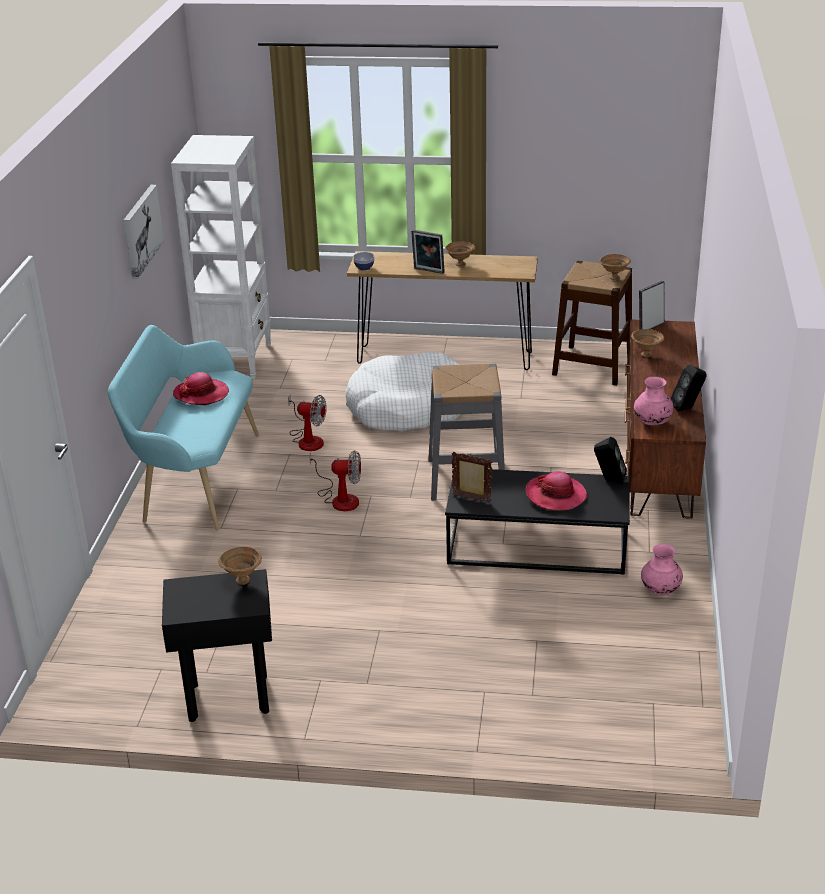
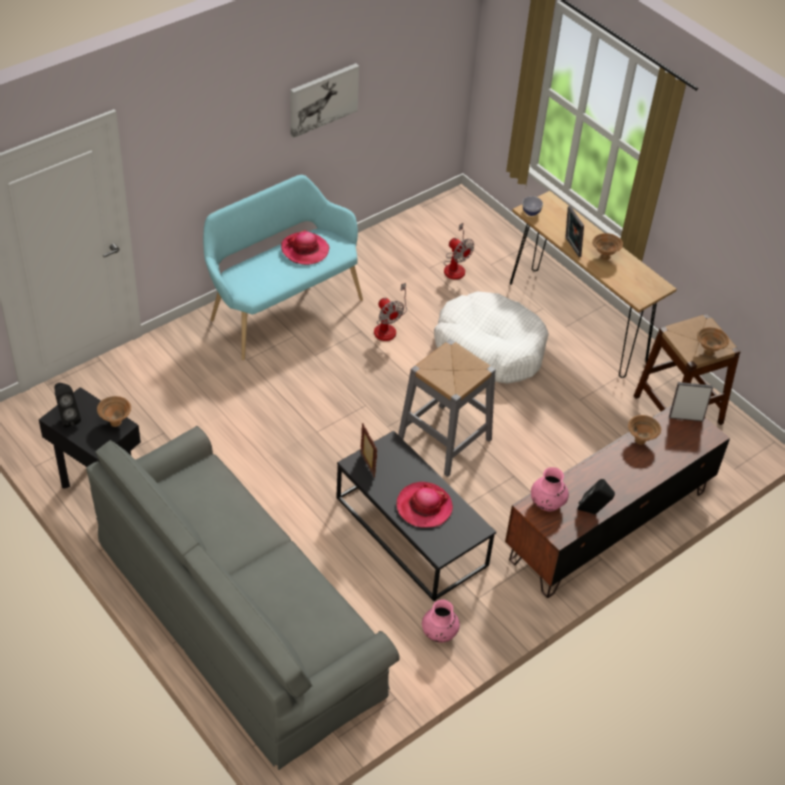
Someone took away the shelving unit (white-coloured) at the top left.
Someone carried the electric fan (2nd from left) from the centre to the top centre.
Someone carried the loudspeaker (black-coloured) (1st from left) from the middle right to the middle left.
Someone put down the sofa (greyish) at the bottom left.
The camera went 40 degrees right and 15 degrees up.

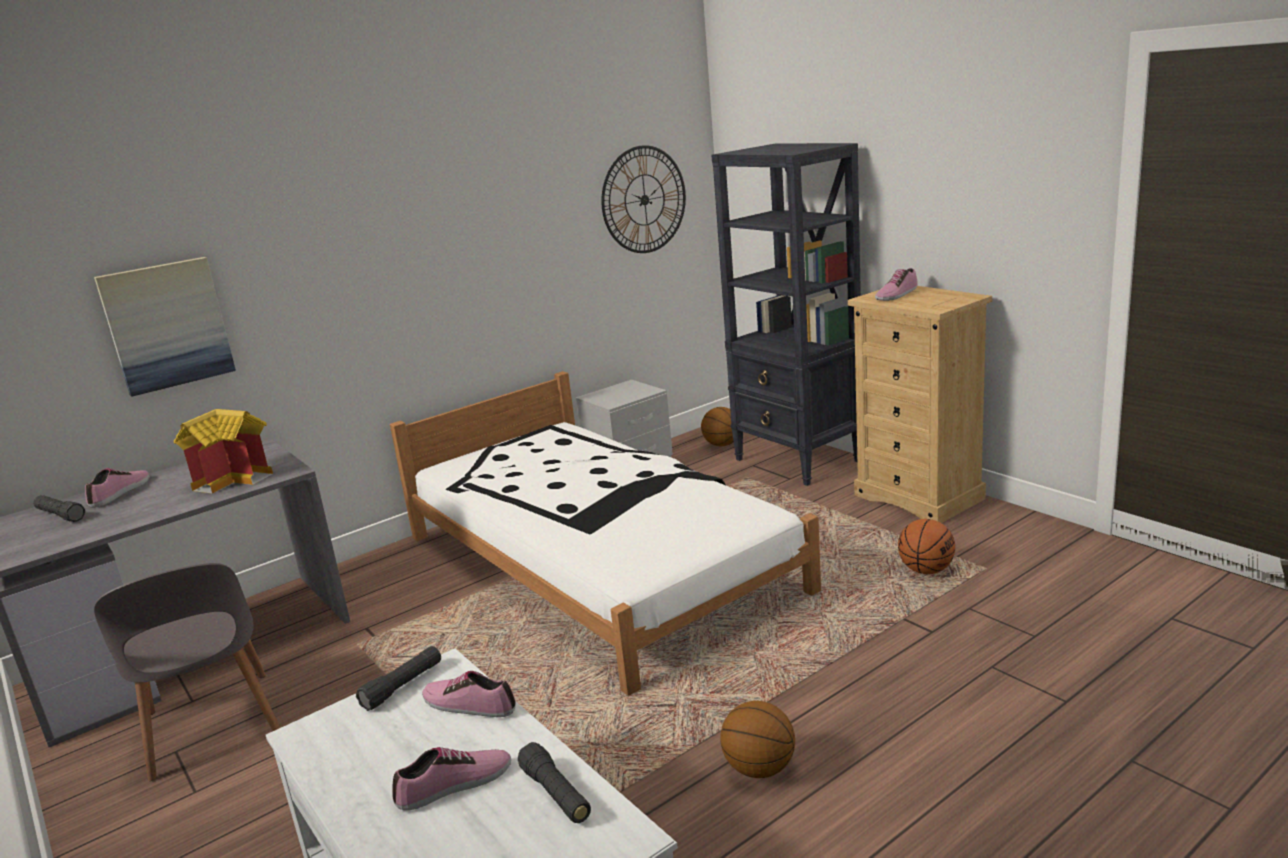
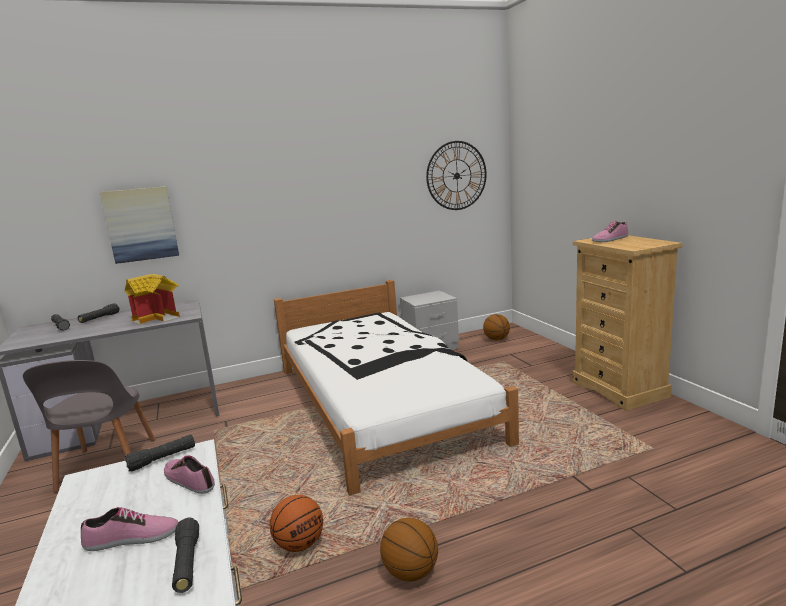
Someone swapped the item of footwear (1st from left) at the middle left for the flashlight (black-coloured) (2nd from left) at the middle left.
Someone took away the shelving unit (black-coloured) at the centre.
Someone carried the basketball ball (3rd from left in the first image) from the middle right to the bottom centre.
The camera went 15 degrees right and 5 degrees down.

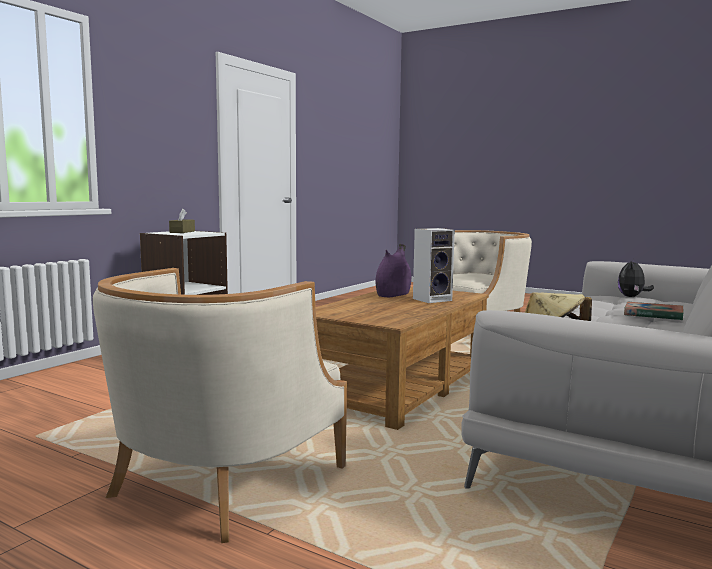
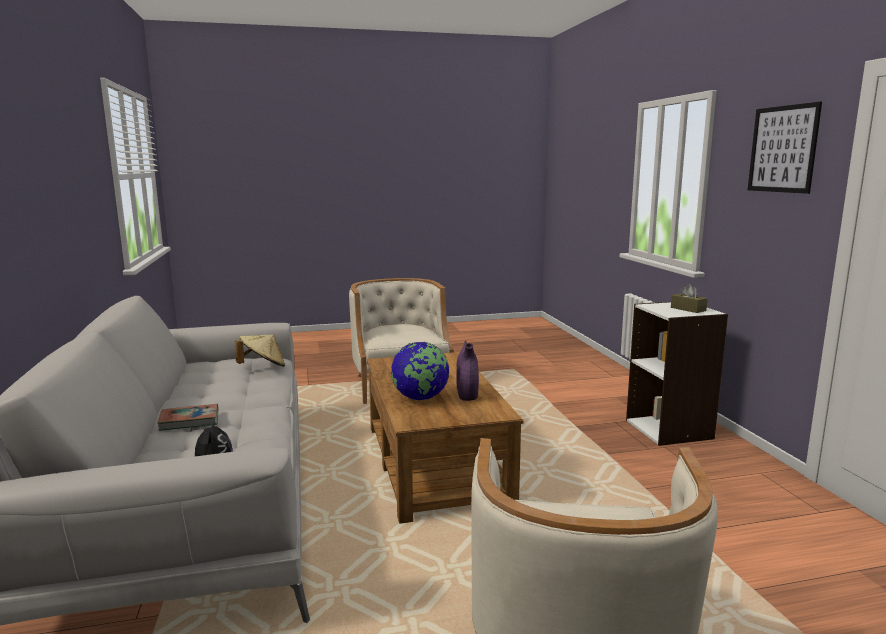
Someone swapped the loudspeaker at the centre for the world globe at the centre.
Someone put up the picture at the top right.
The camera went 135 degrees right and 5 degrees up.

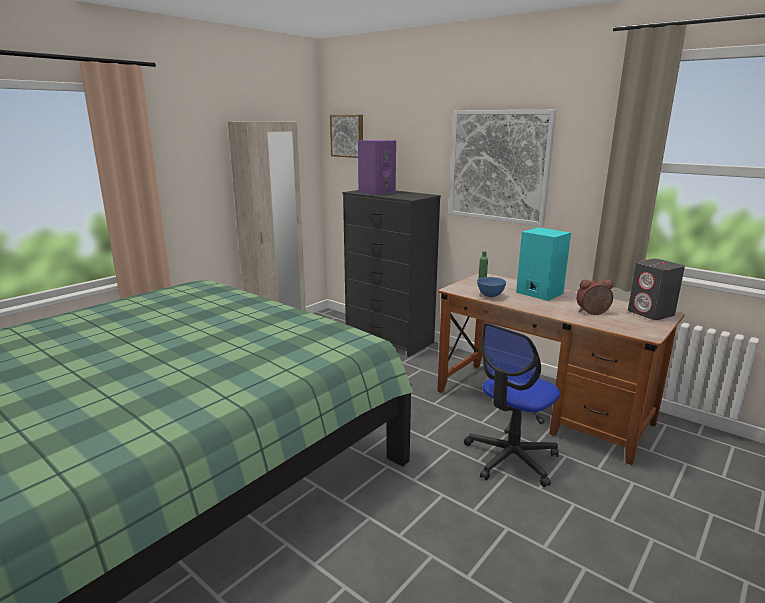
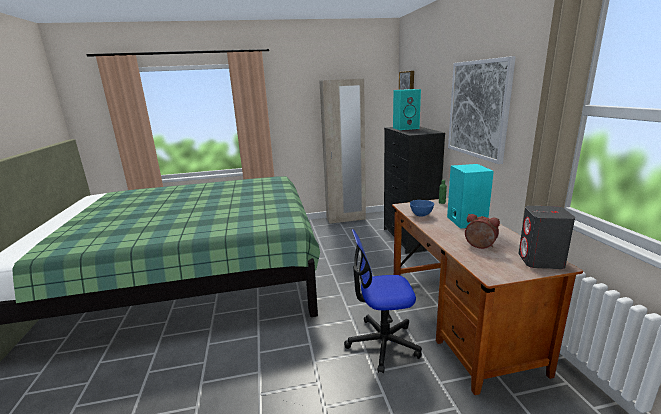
Someone repainted the loudspeaker (purple-coloured) at the top centre, which became the loudspeaker (turquoise-coloured) (1st from left) at the top centre.
The camera went 40 degrees right and 0 degrees up.

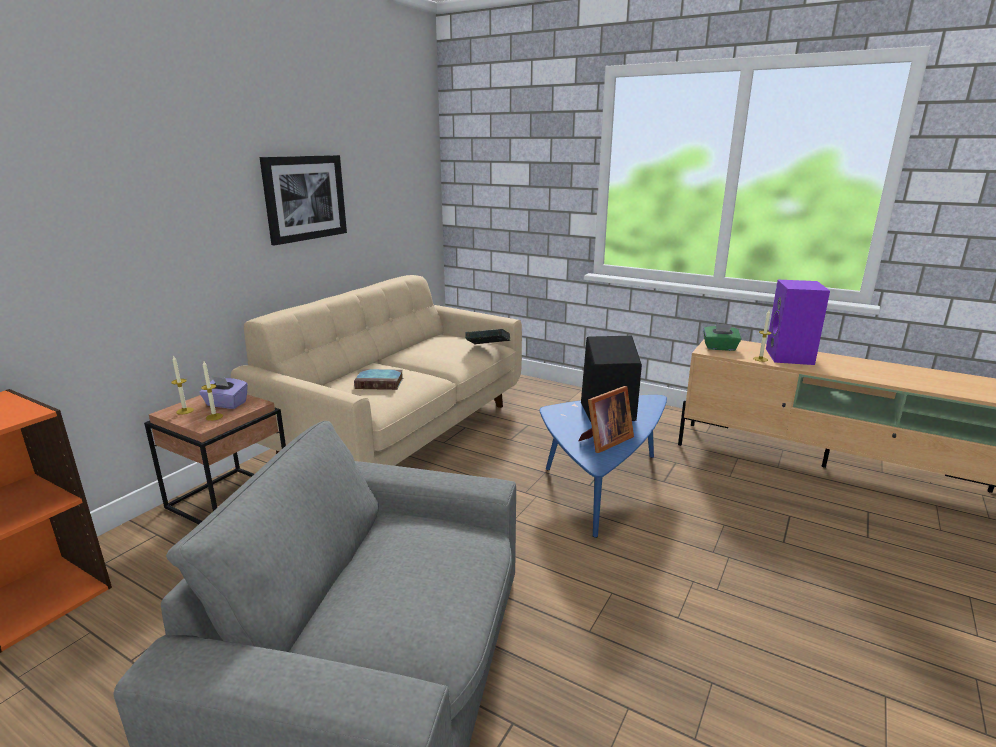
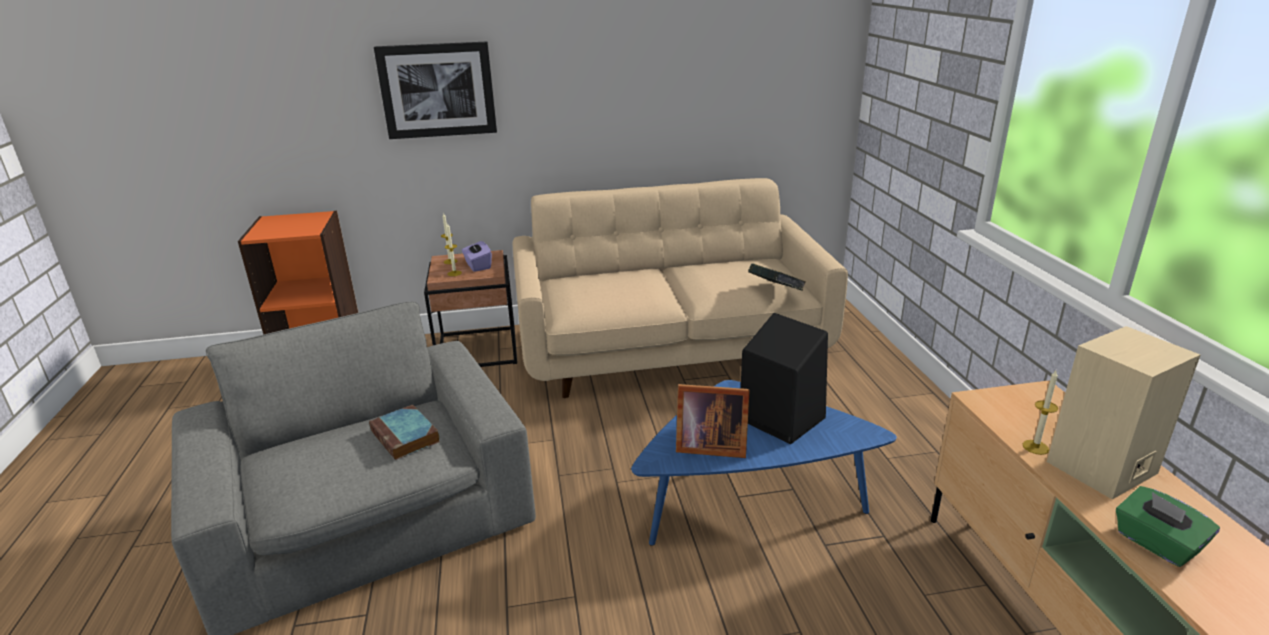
Someone carried the picture from the top left to the top centre.
Someone carried the volume (1st from left) from the centre to the bottom left.
Someone carried the box of tissues (greenish) from the middle right to the bottom right.
Someone repainted the loudspeaker (purple-coloured) at the middle right, which became the loudspeaker (beige) at the middle right.
The camera went 50 degrees right and 5 degrees up.

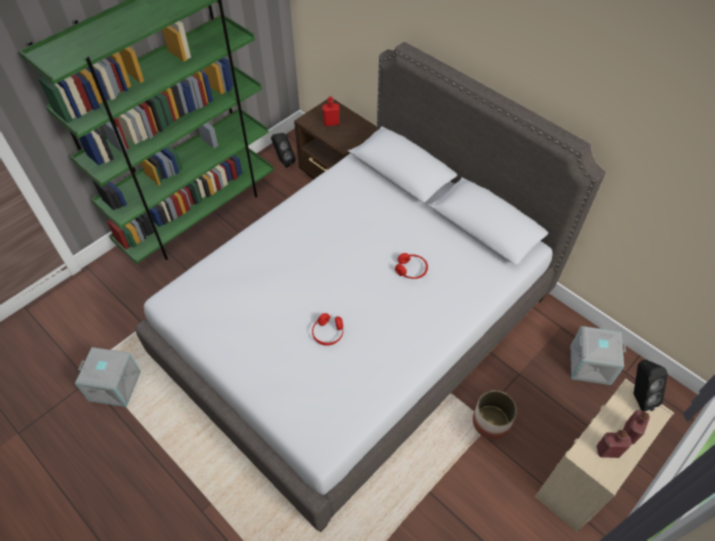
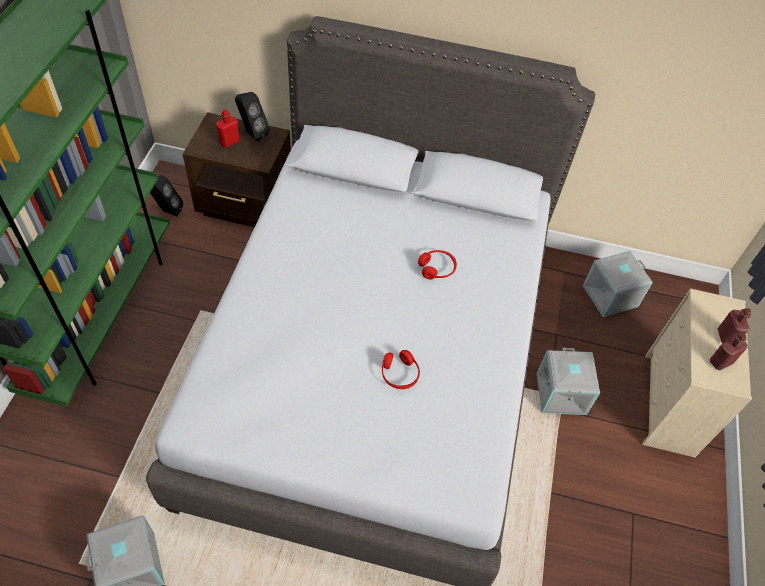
Someone swapped the plant pot at the bottom right for the storage bin (greyish) (2nd from left) at the middle right.
Someone carried the loudspeaker (black-coloured) (2nd from left) from the bottom right to the top left.
The camera went 35 degrees left and 0 degrees up.

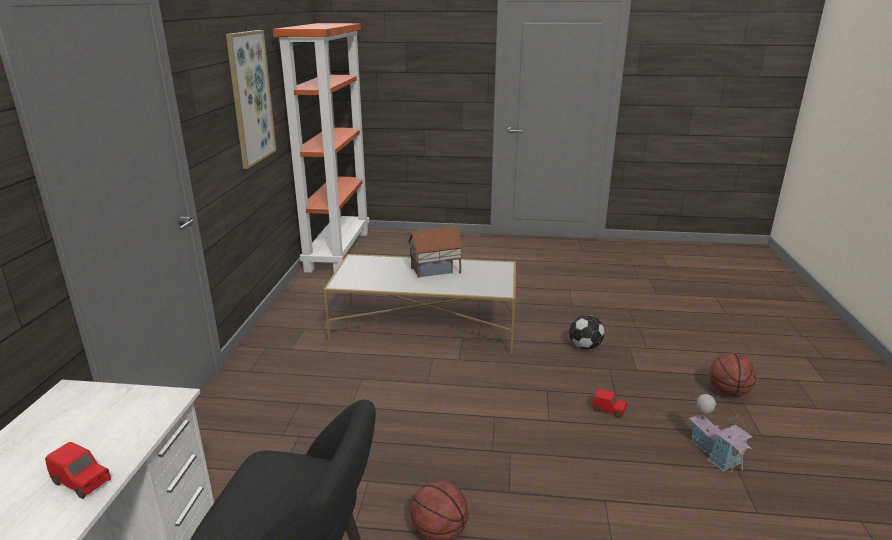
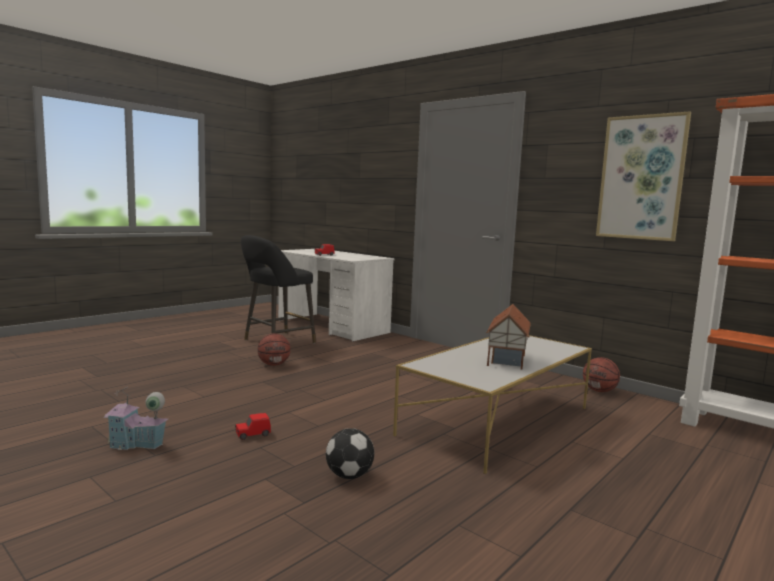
Someone carried the basketball ball (2nd from left) from the bottom right to the middle right.
The camera went 125 degrees right and 15 degrees down.

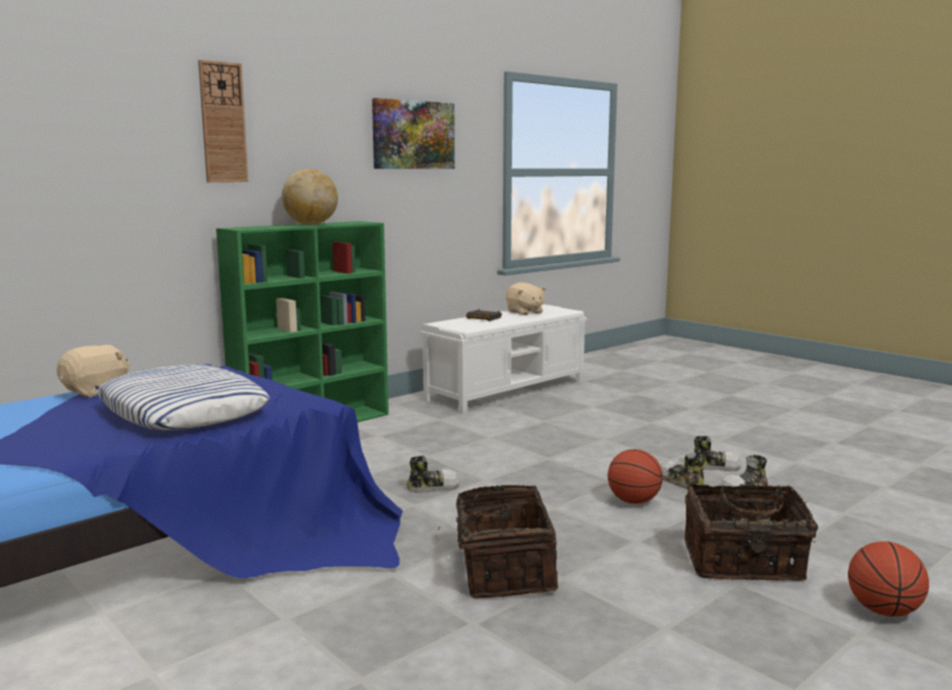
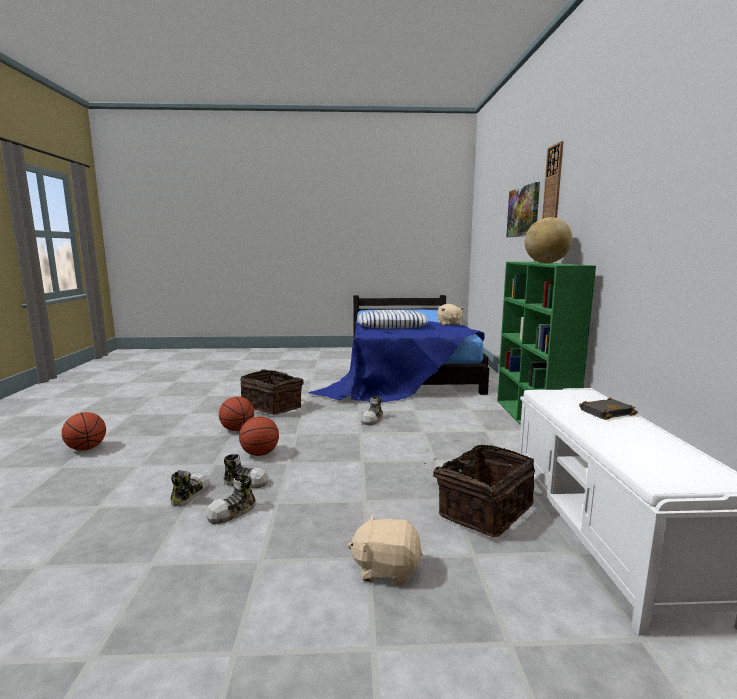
Someone carried the picture from the top centre to the top right.
Someone carried the cuddly toy (beige) (2nd from left in the first image) from the centre to the bottom centre.
Someone carried the household basket (2nd from left) from the bottom right to the bottom centre.
Someone put down the basketball ball (2nd from left) at the middle left.
The camera went 130 degrees right and 0 degrees up.

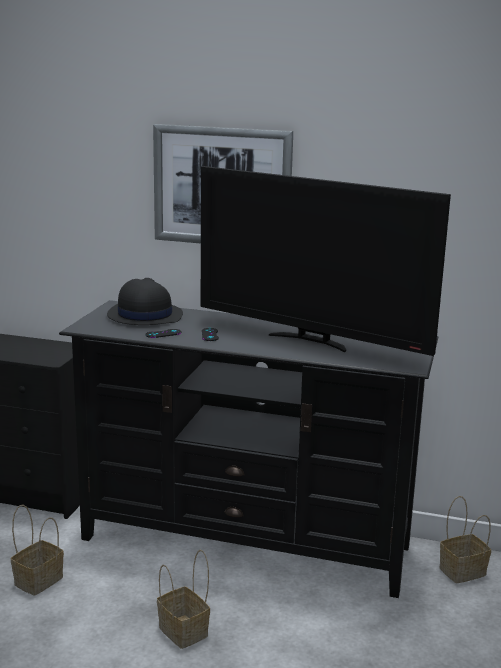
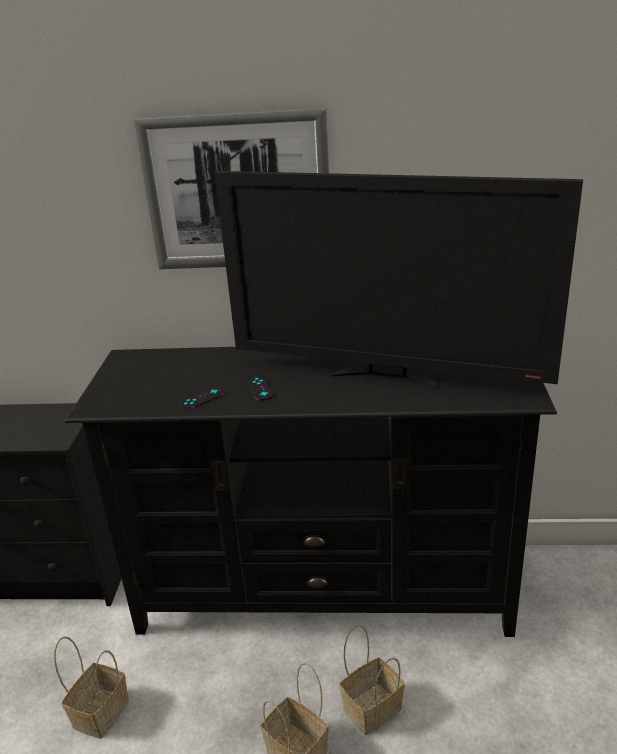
Someone took away the clothing hat (black-coloured) at the middle left.
Someone carried the household basket (3rd from left) from the bottom right to the bottom centre.
The camera went 10 degrees left and 10 degrees up.

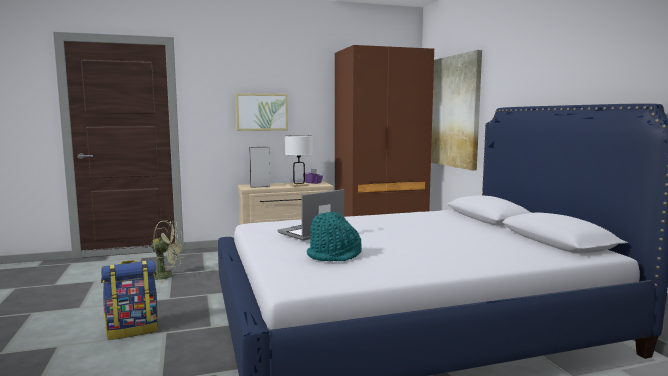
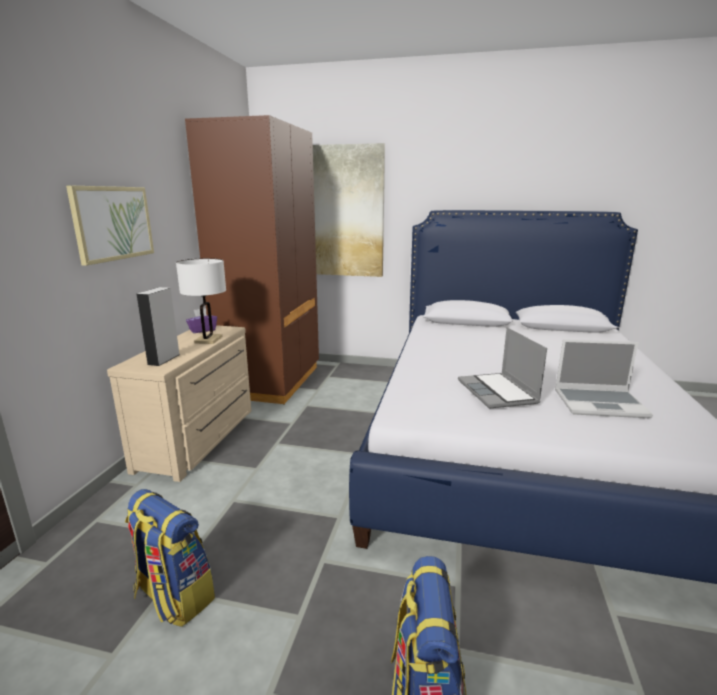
Someone swapped the electric fan (greenish) at the bottom left for the rucksack (1st from left) at the bottom left.
Someone swapped the clothing hat (turquoise-coloured) at the centre for the notebook computer (2nd from left) at the middle right.
The camera went 60 degrees left and 10 degrees up.

